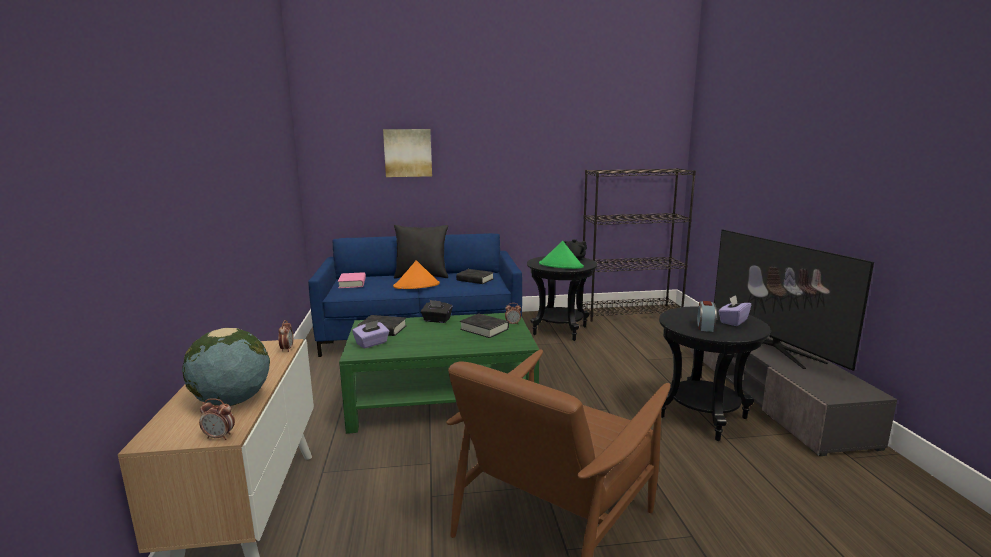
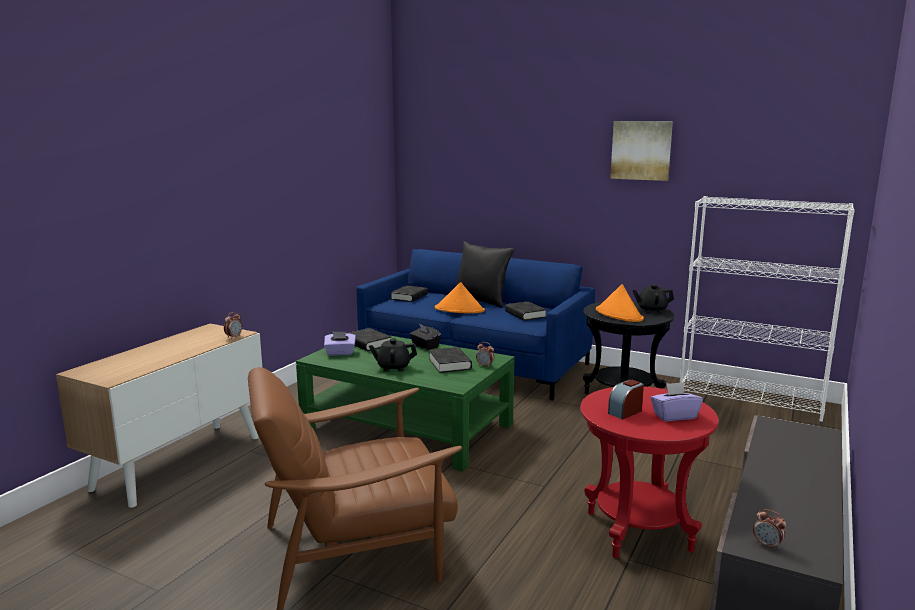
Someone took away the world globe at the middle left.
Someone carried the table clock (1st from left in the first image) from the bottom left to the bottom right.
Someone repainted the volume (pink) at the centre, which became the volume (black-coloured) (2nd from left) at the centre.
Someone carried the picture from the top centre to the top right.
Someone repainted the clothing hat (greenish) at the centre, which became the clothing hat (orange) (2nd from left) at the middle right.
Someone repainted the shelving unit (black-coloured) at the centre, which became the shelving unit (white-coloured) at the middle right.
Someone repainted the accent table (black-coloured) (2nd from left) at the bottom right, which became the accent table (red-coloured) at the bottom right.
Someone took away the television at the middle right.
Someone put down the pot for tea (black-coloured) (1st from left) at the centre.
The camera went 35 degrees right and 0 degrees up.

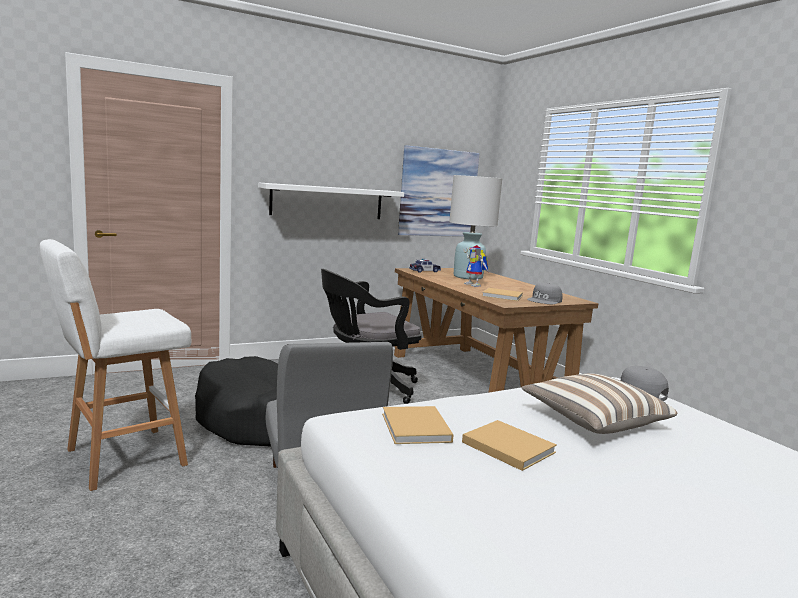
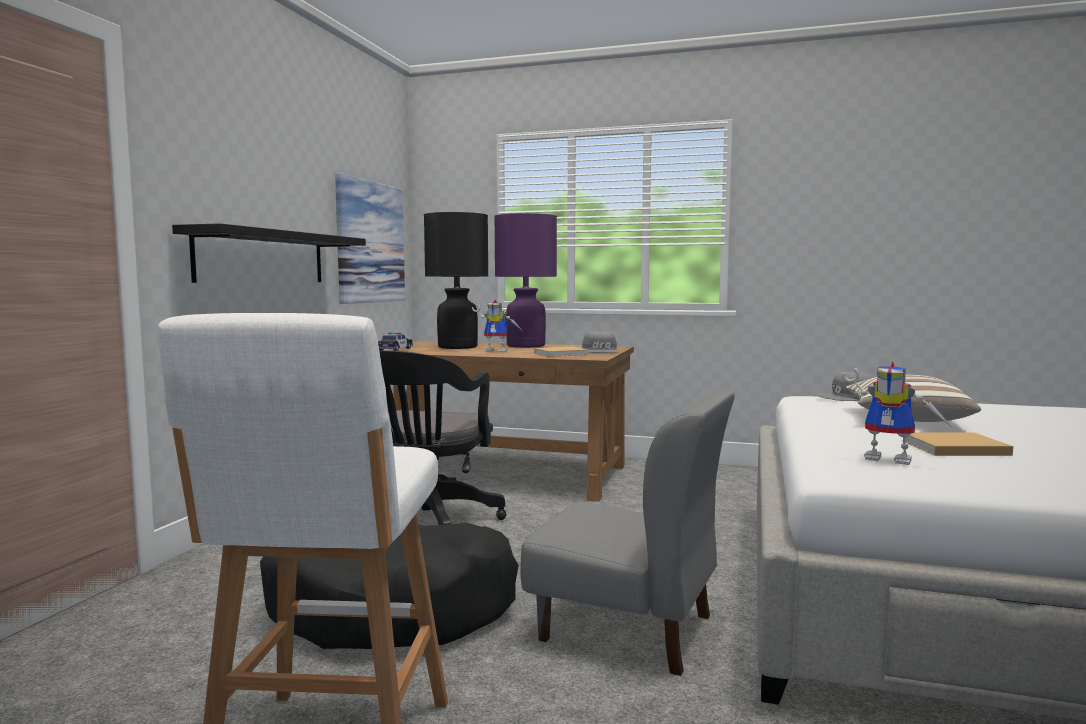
Someone repainted the shelf (white-coloured) at the centre, which became the shelf (black-coloured) at the middle left.
Someone swapped the volume (beige) (1st from left) at the bottom centre for the toy robot (2nd from left) at the middle right.
Someone repainted the lamp for a table (white-coloured) at the centre, which became the lamp for a table (black-coloured) at the centre.
Someone put down the lamp for a table (purple-coloured) at the centre.
The camera went 45 degrees left and 5 degrees down.

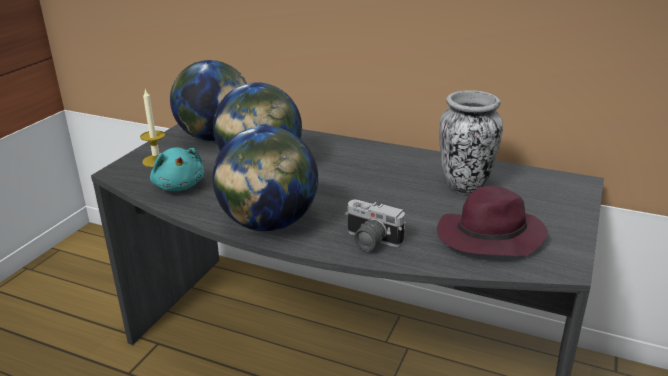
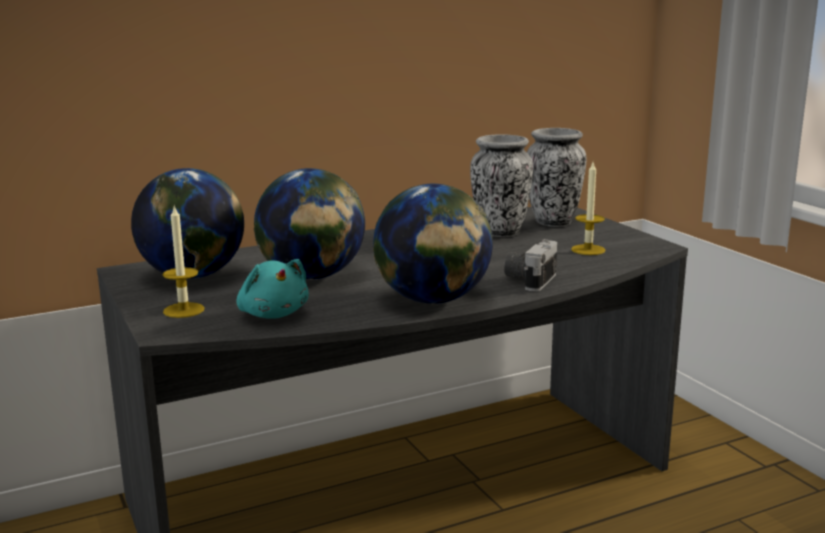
Someone rotated the cuddly toy (turquoise-coloured) at the middle left by 45 degrees clockwise.
Someone rotated the photo camera at the centre by 135 degrees clockwise.
Someone swapped the clothing hat (purple-coloured) at the middle right for the wax candle (2nd from left) at the middle right.
Someone put down the decorative vase (2nd from left) at the top right.
The camera went 50 degrees left and 10 degrees down.

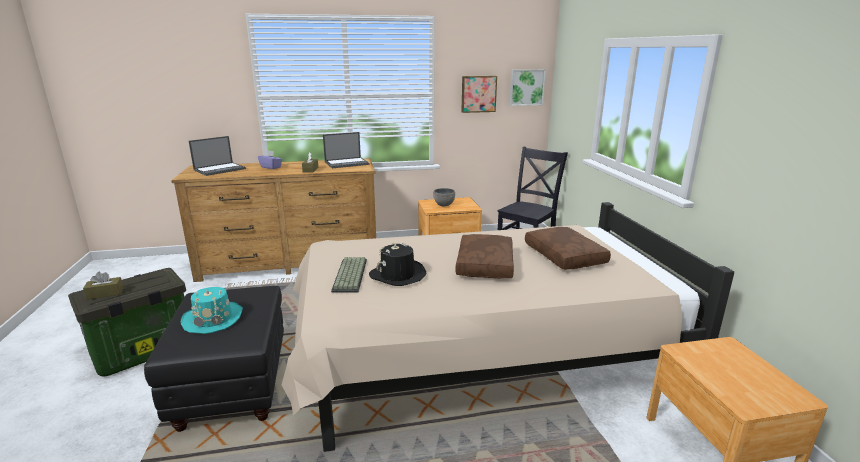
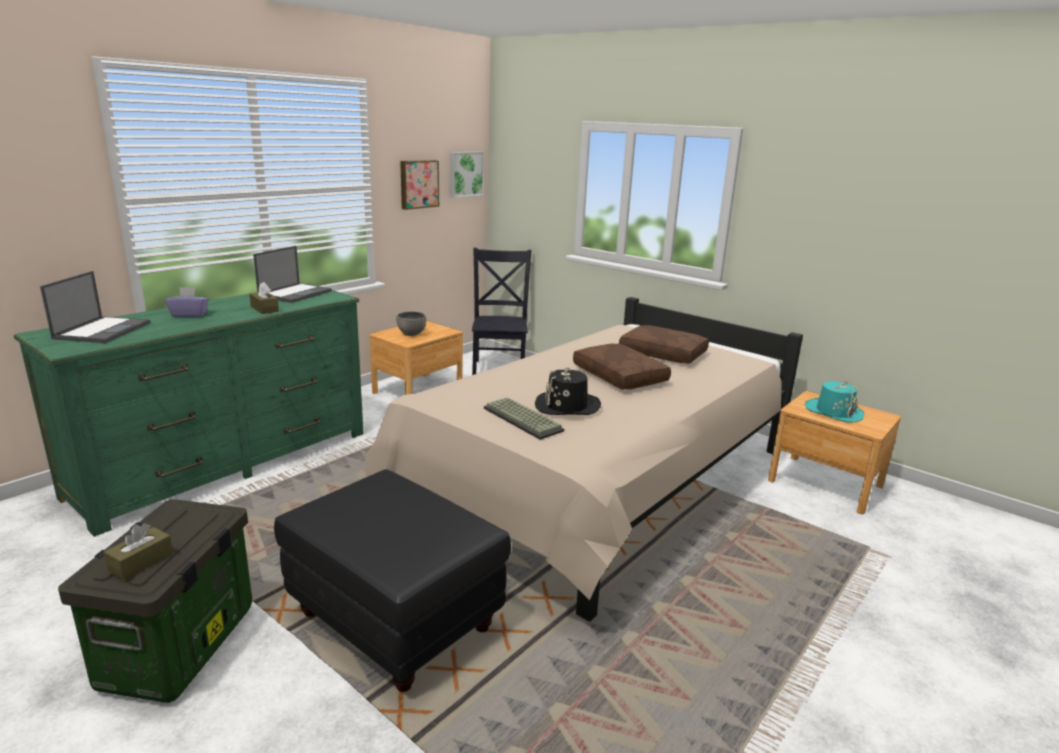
Someone repainted the dresser (brown) at the middle left, which became the dresser (greenish) at the middle left.
Someone carried the clothing hat (turquoise-coloured) from the bottom left to the middle right.
The camera went 40 degrees left and 0 degrees up.

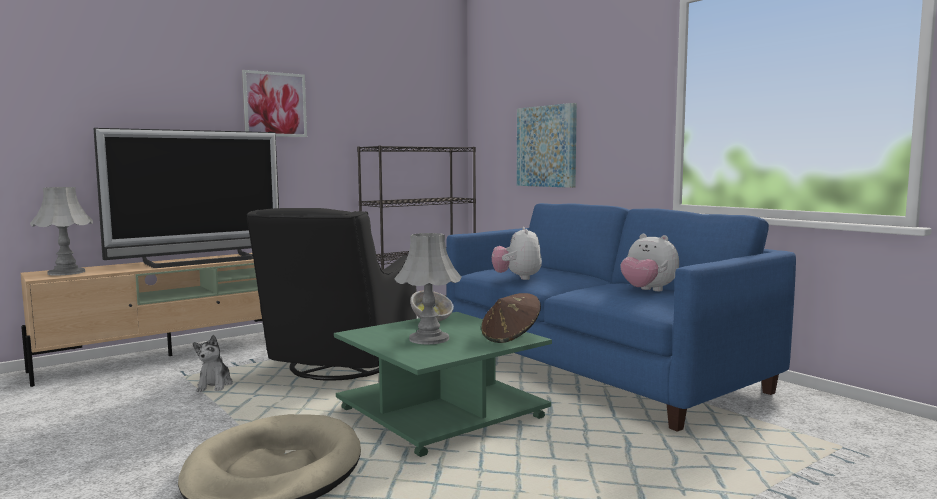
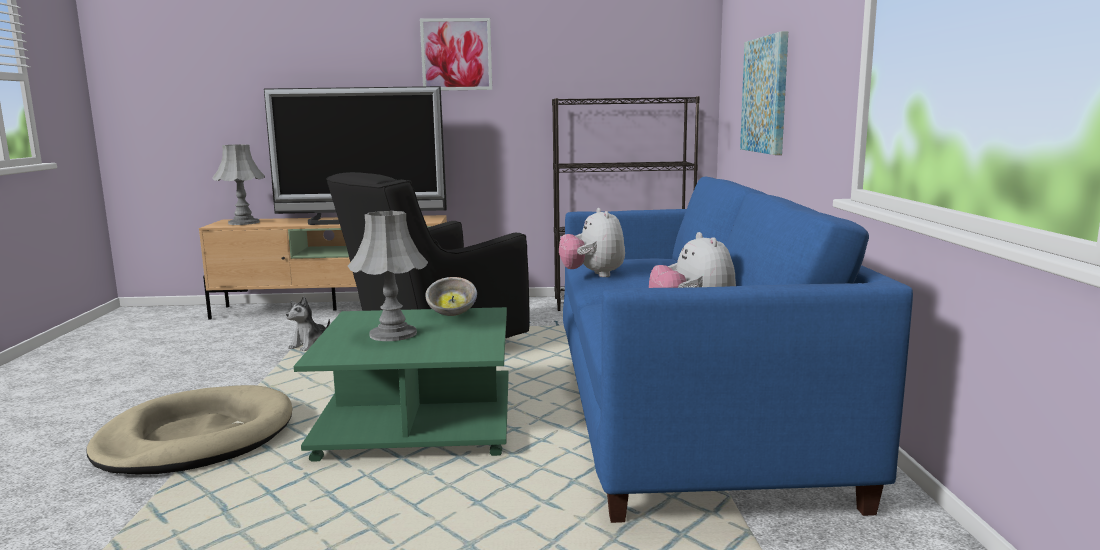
Someone took away the clothing hat (brown) at the centre.
Someone rotated the cuddly toy (2nd from left) at the centre by 45 degrees counterclockwise.
The camera went 35 degrees right and 5 degrees up.

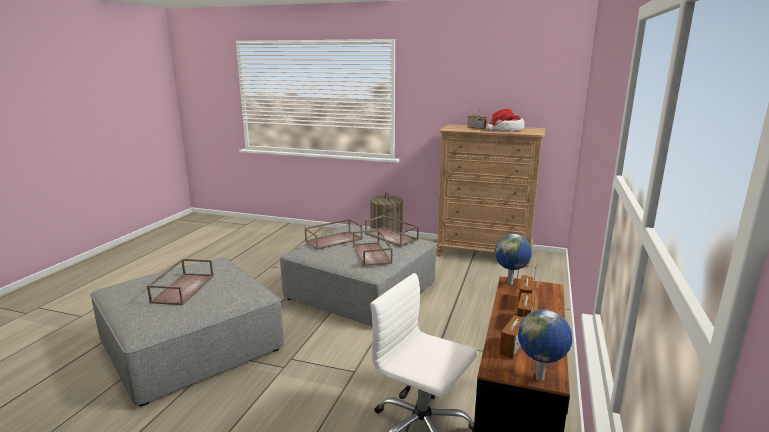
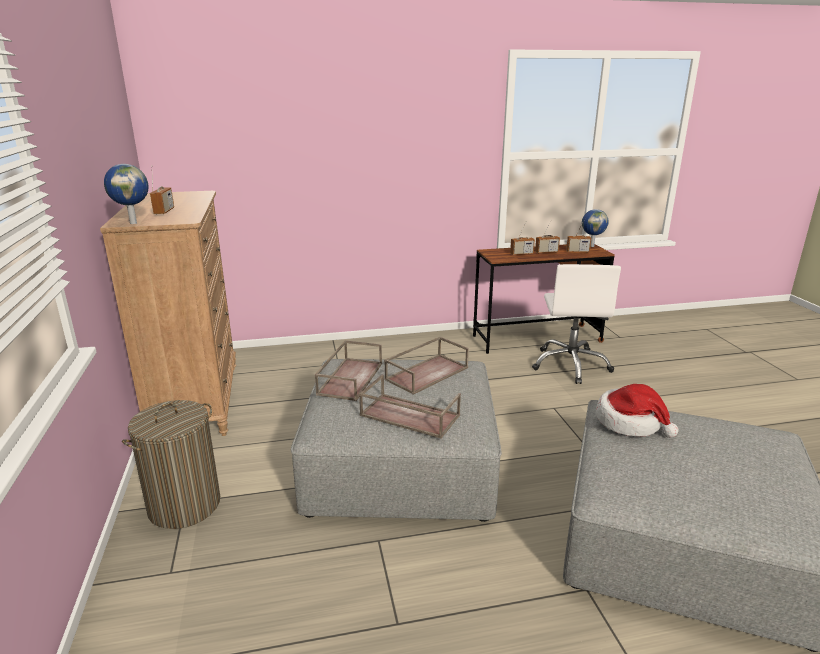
Someone took away the serving tray (brown) (1st from left) at the middle left.
Someone carried the clothing hat from the top centre to the middle right.
Someone carried the world globe (1st from left) from the middle right to the top left.
The camera went 120 degrees left and 5 degrees up.

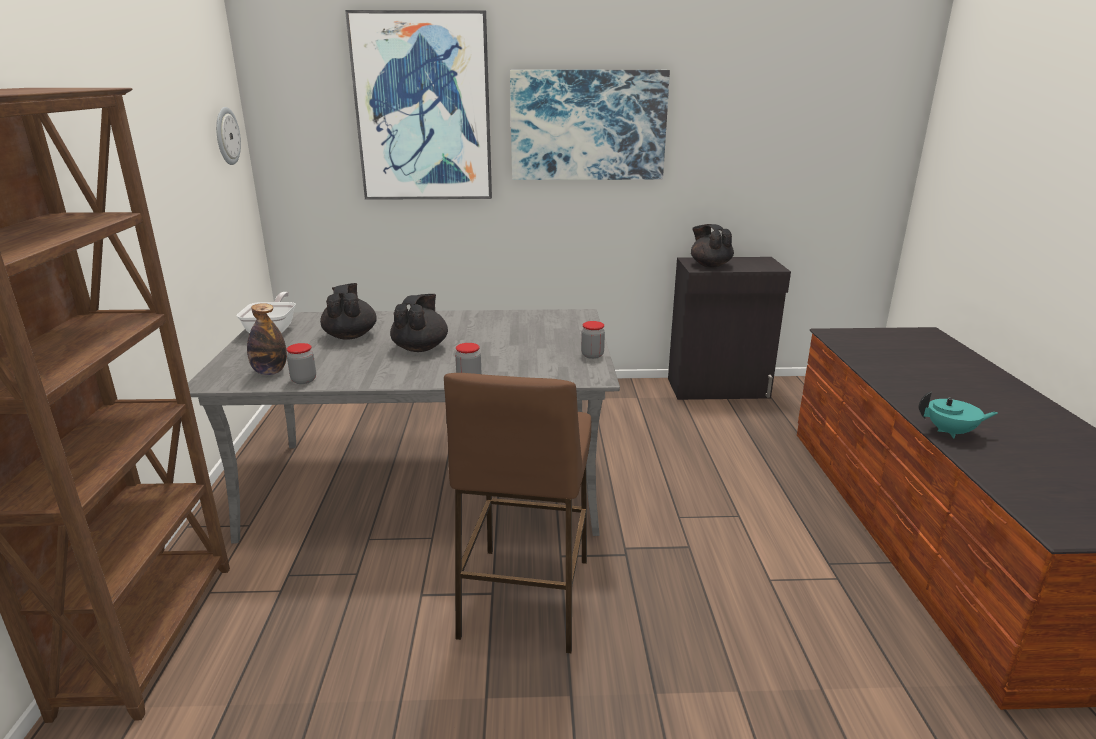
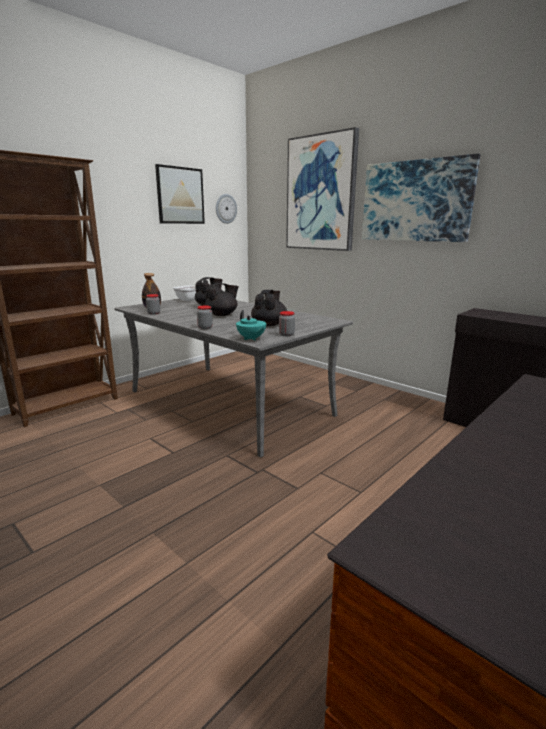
Someone took away the stool (brown) at the bottom centre.
Someone carried the pot for tea (black-coloured) (3rd from left) from the top centre to the centre.
Someone carried the pot for tea (turquoise-coloured) from the middle right to the centre.
Someone put up the picture (1st from left) at the top left.
The camera went 45 degrees right and 5 degrees down.

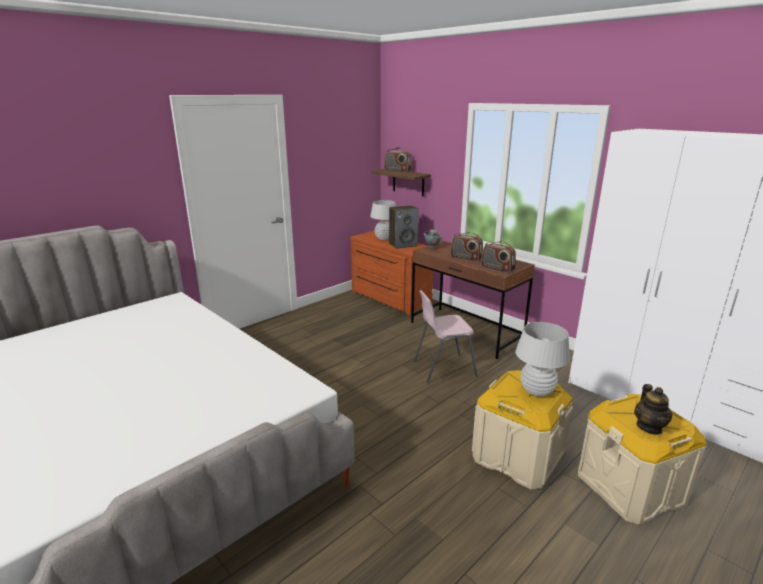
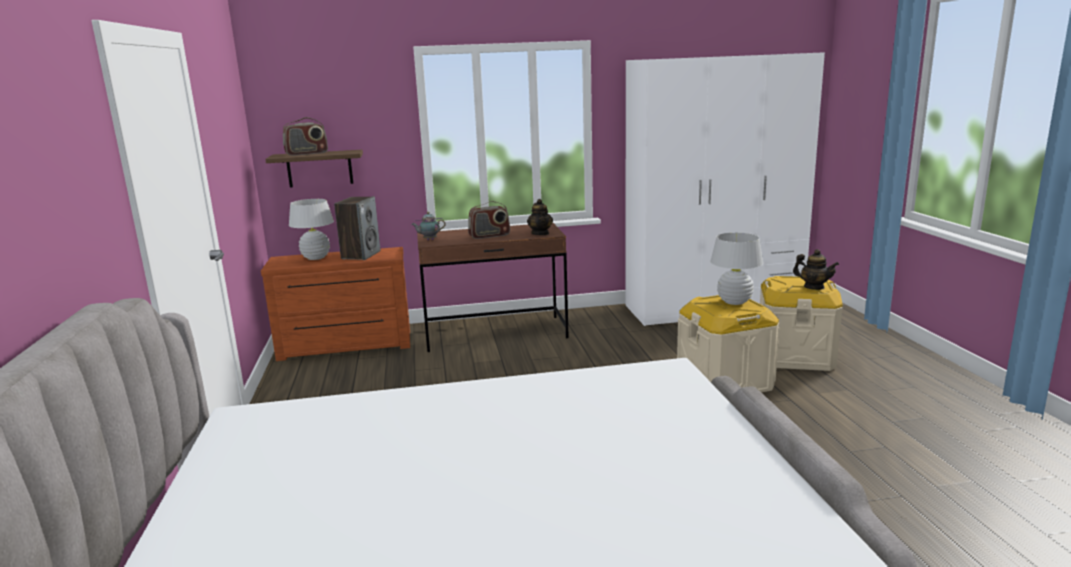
Someone took away the chair (pink) at the centre.
Someone swapped the radio (3rd from left) at the centre for the pot for tea (2nd from left) at the centre.
The camera went 55 degrees left and 5 degrees down.

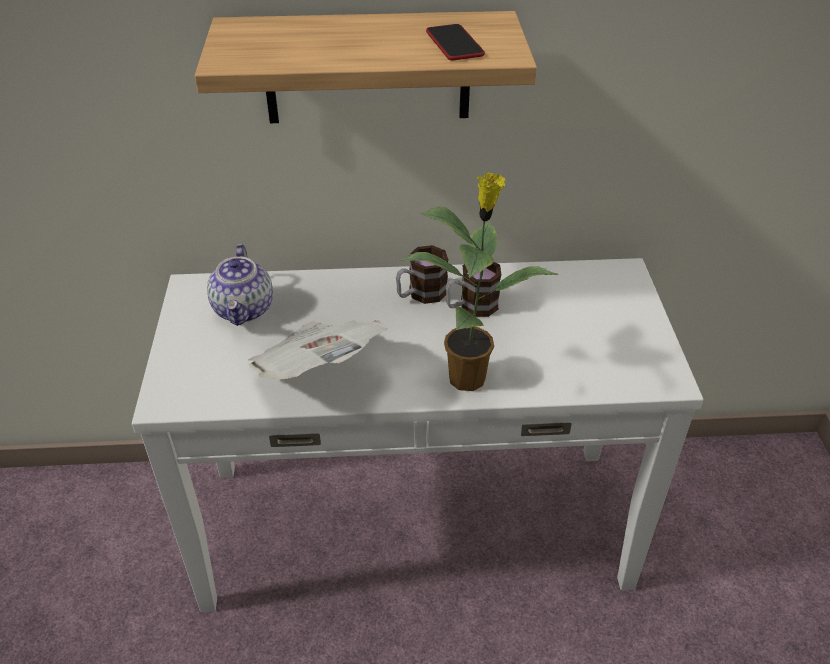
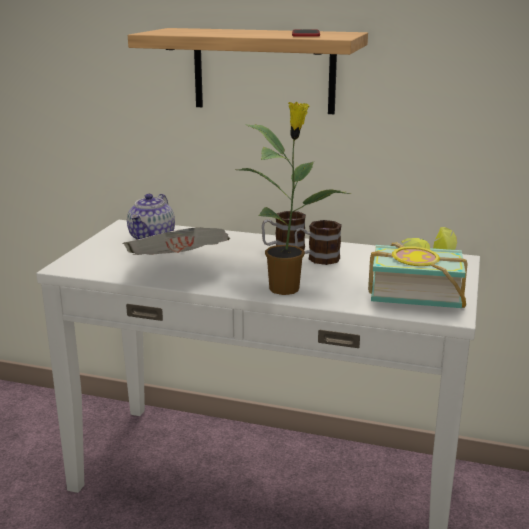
Someone put down the volume at the middle right.
The camera went 20 degrees right and 20 degrees down.

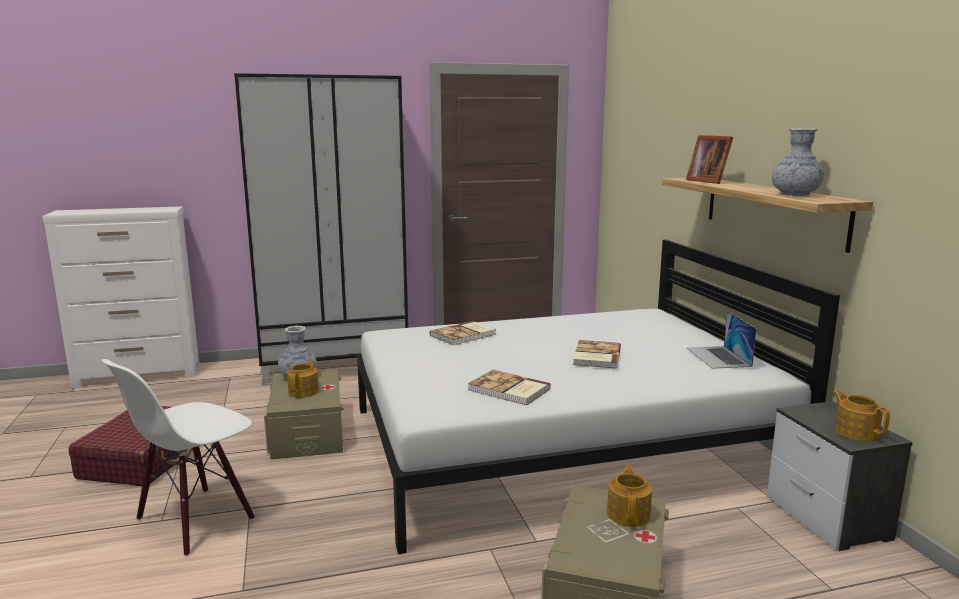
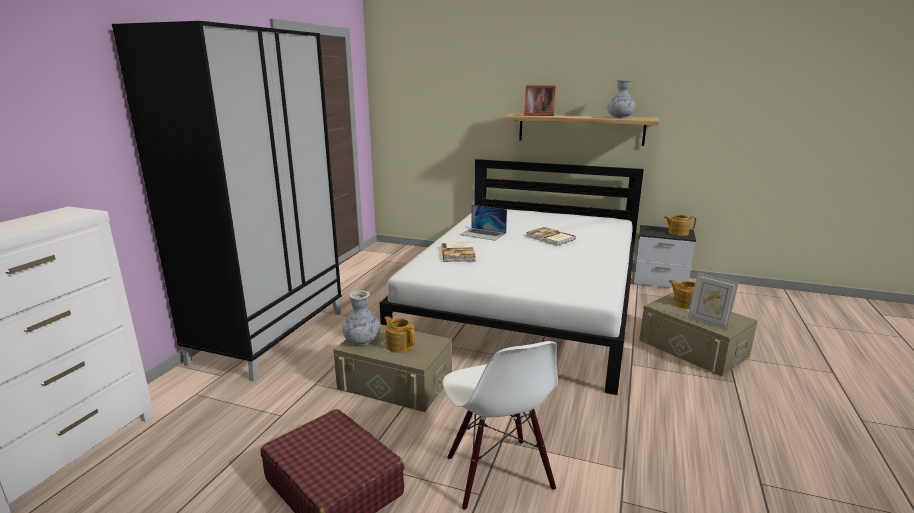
Someone took away the volume (2nd from left) at the centre.
Someone carried the notebook computer from the middle right to the centre.
Someone put down the photo frame (2nd from left) at the middle right.
The camera went 55 degrees left and 5 degrees up.

